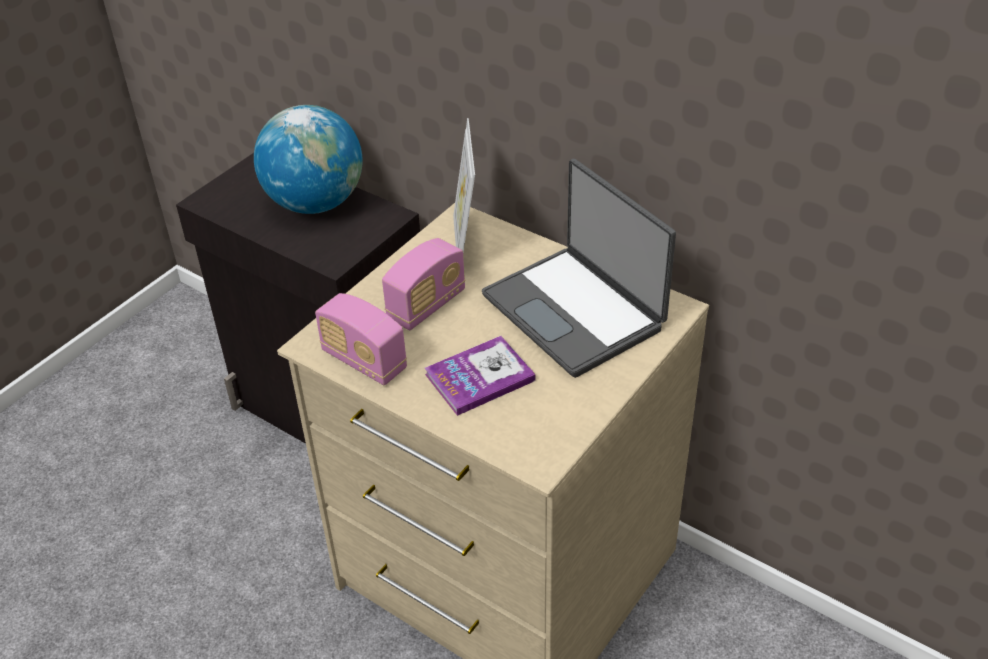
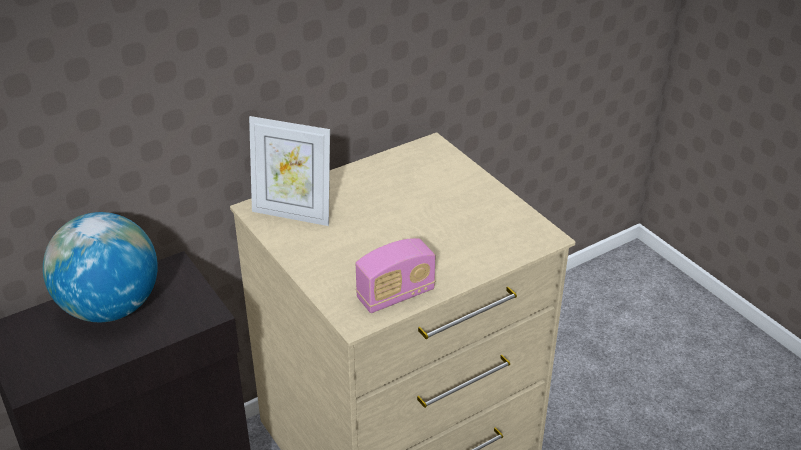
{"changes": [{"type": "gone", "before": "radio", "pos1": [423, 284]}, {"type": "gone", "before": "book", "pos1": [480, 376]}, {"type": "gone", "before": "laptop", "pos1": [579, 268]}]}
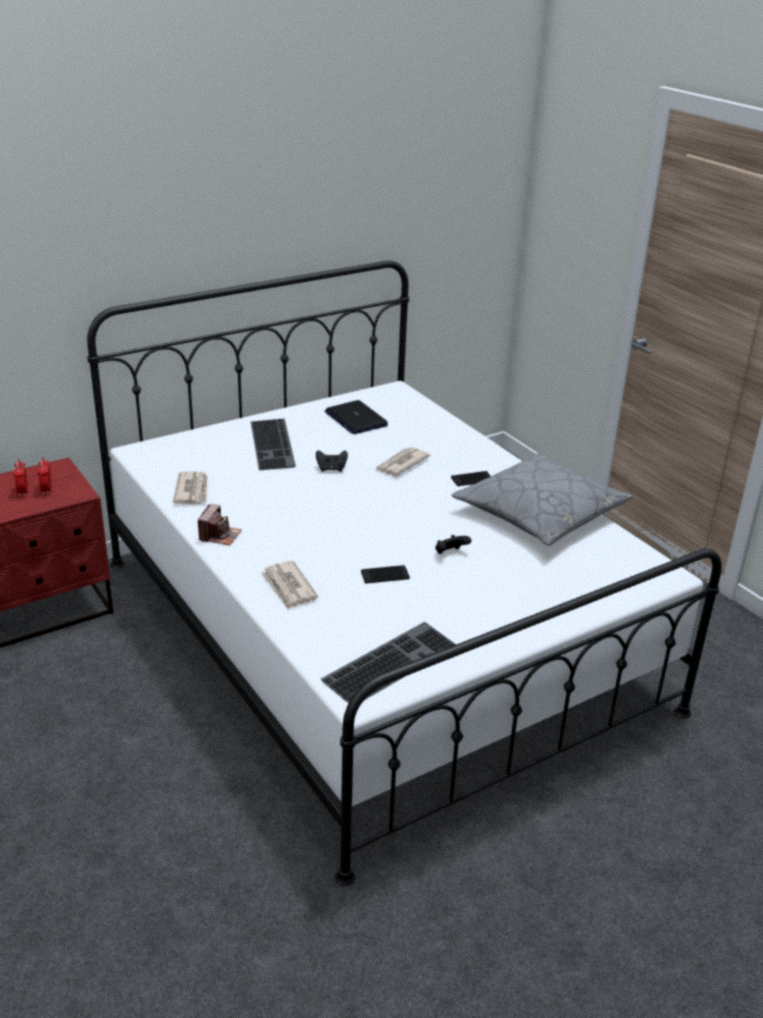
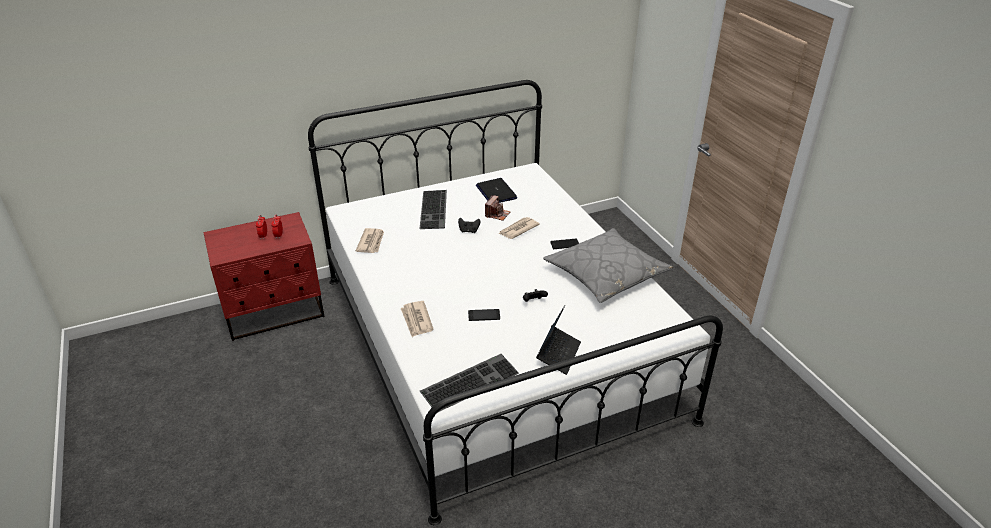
{"changes": [{"type": "new", "after": "laptop", "pos2": [558, 340]}, {"type": "shifted", "before": "photo camera", "pos1": [220, 524], "pos2": [497, 208]}]}
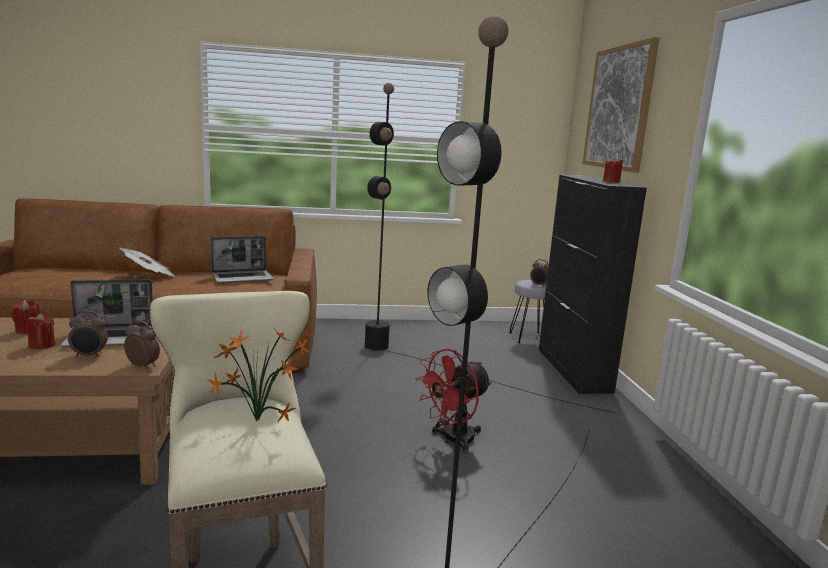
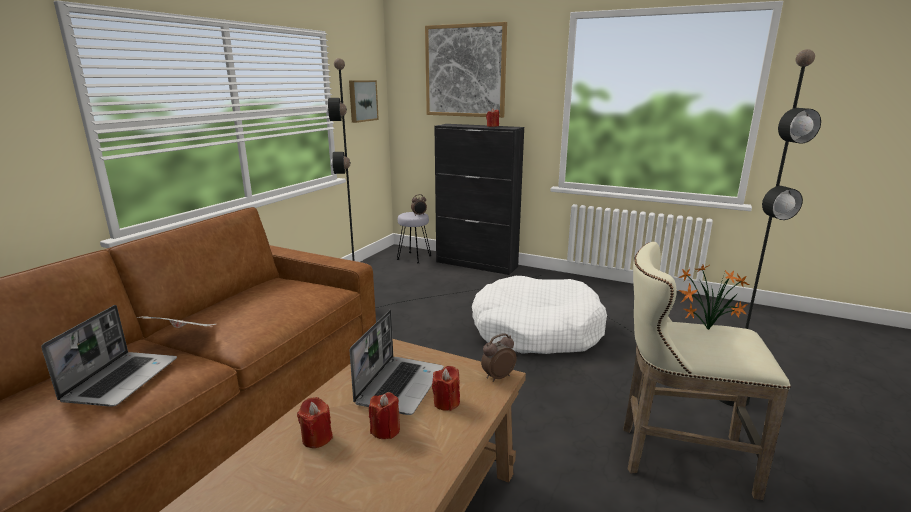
{"changes": [{"type": "new", "after": "picture", "pos2": [364, 101]}, {"type": "shifted", "before": "laptop", "pos1": [242, 259], "pos2": [109, 356]}, {"type": "swapped", "before": "alarm clock", "after": "candle (red)", "pos1": [88, 334], "pos2": [446, 388]}, {"type": "swapped", "before": "fan (red)", "after": "dog bed (white)", "pos1": [453, 401], "pos2": [539, 315]}]}
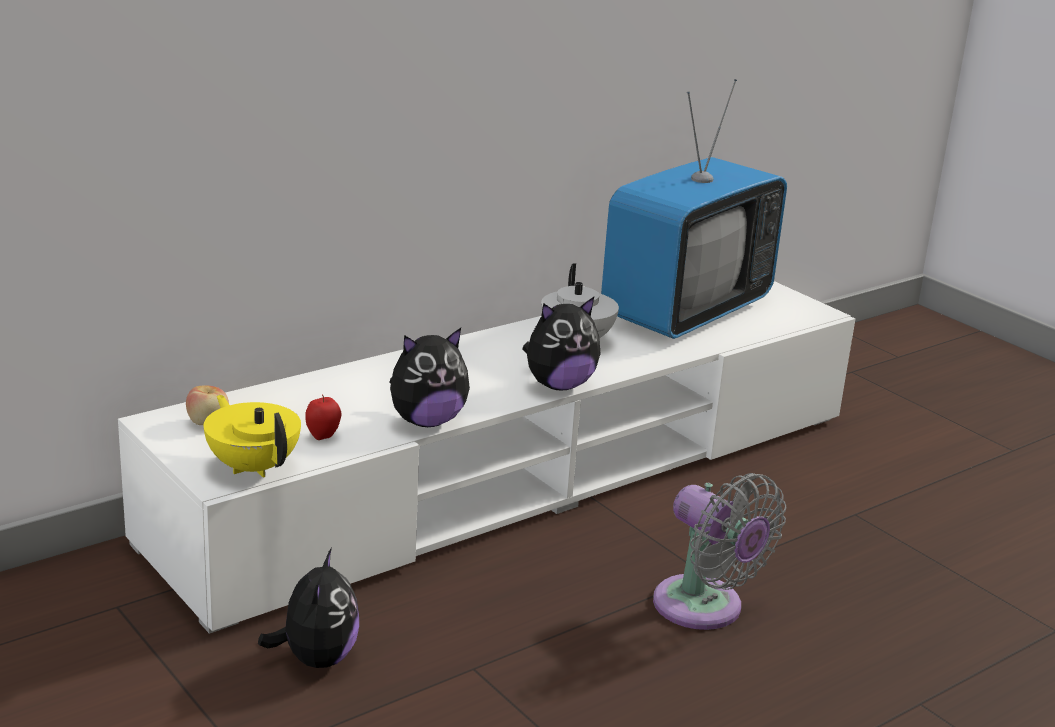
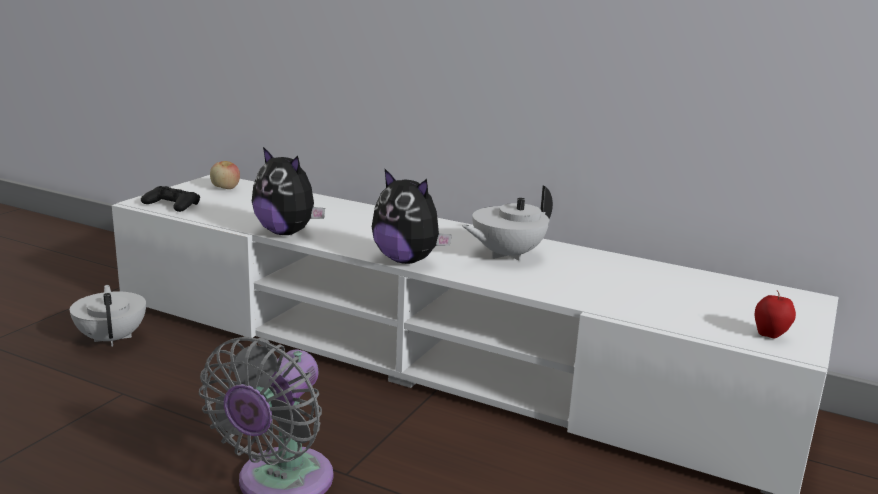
{"changes": [{"type": "gone", "before": "television", "pos1": [694, 209]}, {"type": "shifted", "before": "apple", "pos1": [323, 417], "pos2": [775, 314]}, {"type": "swapped", "before": "teapot (yellow)", "after": "game controller (black)", "pos1": [252, 436], "pos2": [170, 199]}, {"type": "swapped", "before": "plush toy", "after": "teapot (white)", "pos1": [308, 608], "pos2": [108, 316]}]}
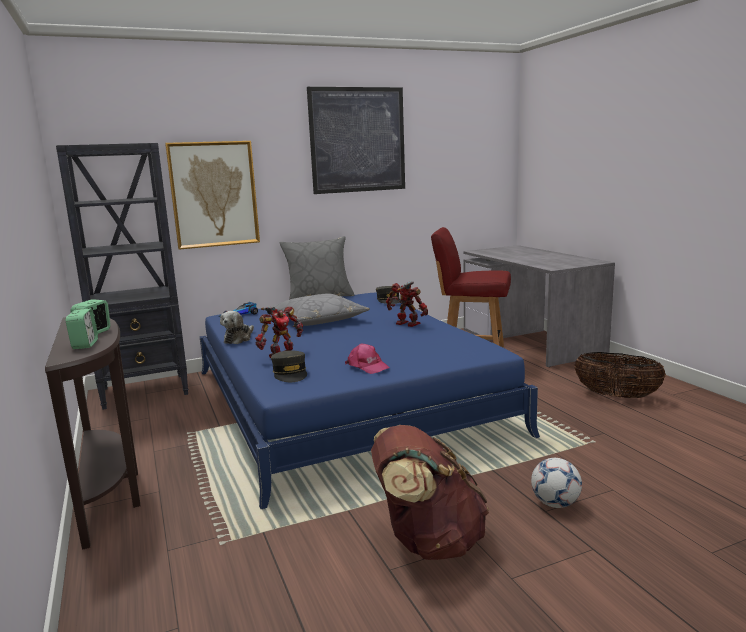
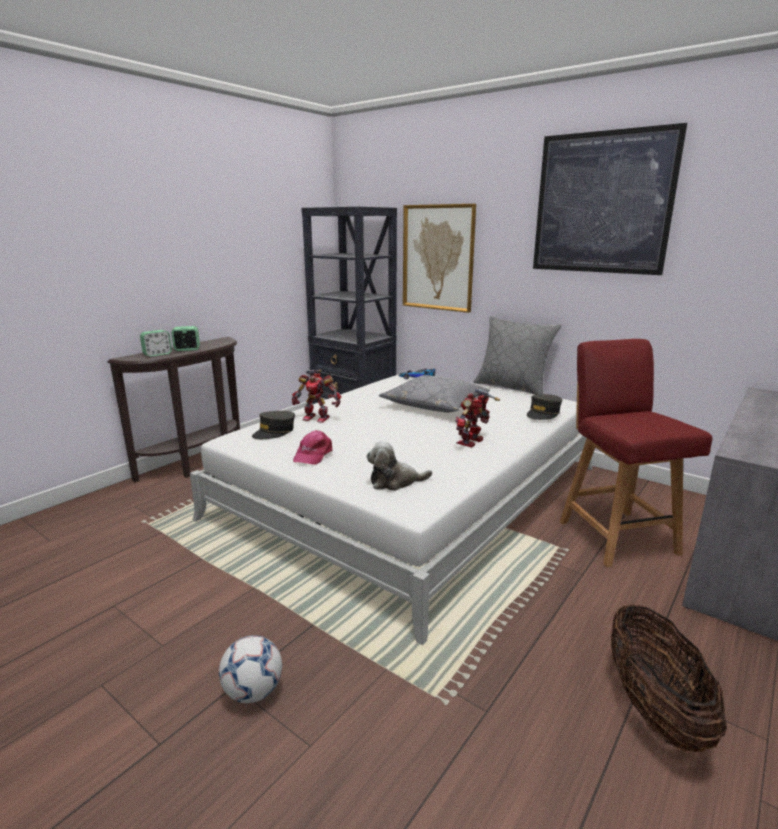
{"changes": [{"type": "gone", "before": "backpack (brown)", "pos1": [430, 492]}, {"type": "shifted", "before": "plush toy", "pos1": [237, 327], "pos2": [399, 466]}, {"type": "repainted", "before": "bed (blue)", "after": "bed (white)", "pos1": [370, 401], "pos2": [391, 508]}, {"type": "rotated", "before": "toy robot", "pos1": [407, 304], "pos2": [477, 418], "turn": -150}]}
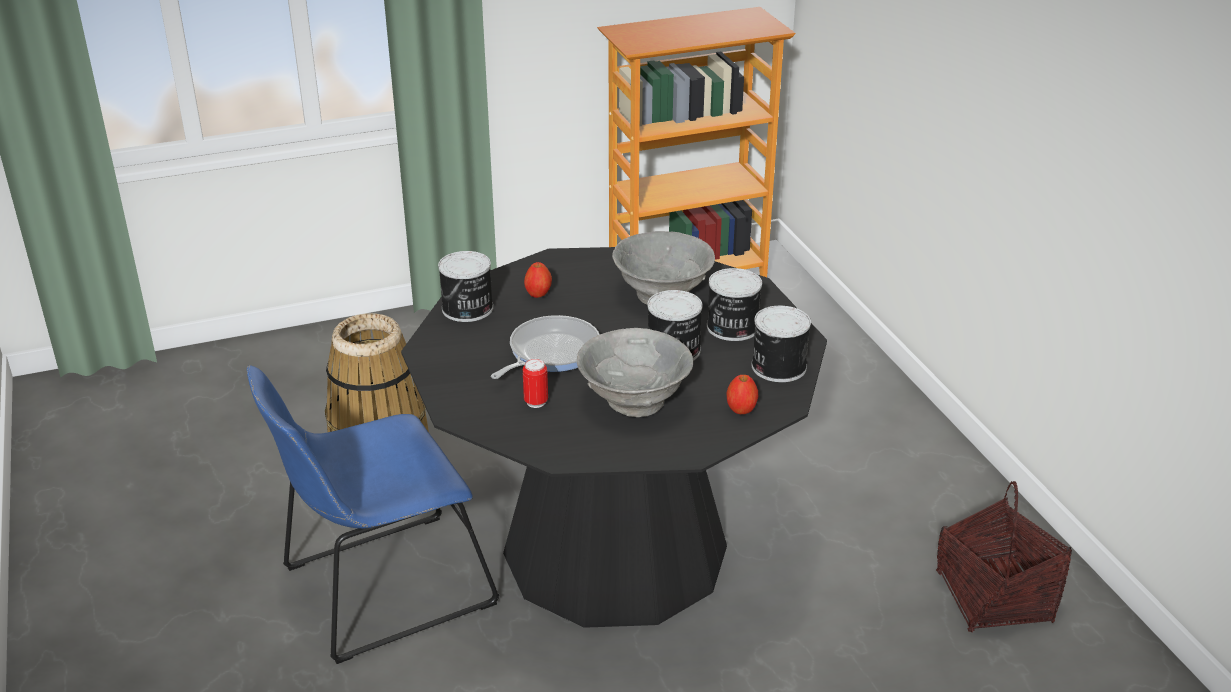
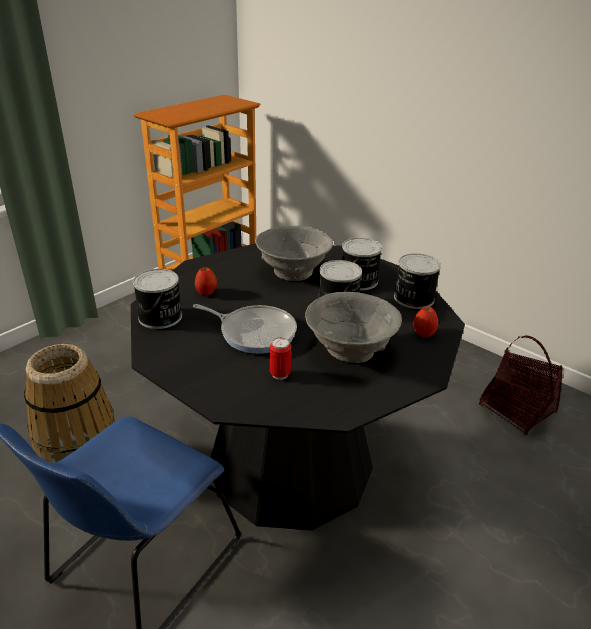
{"changes": [{"type": "rotated", "before": "frying pan", "pos1": [545, 347], "pos2": [245, 329], "turn": 105}]}
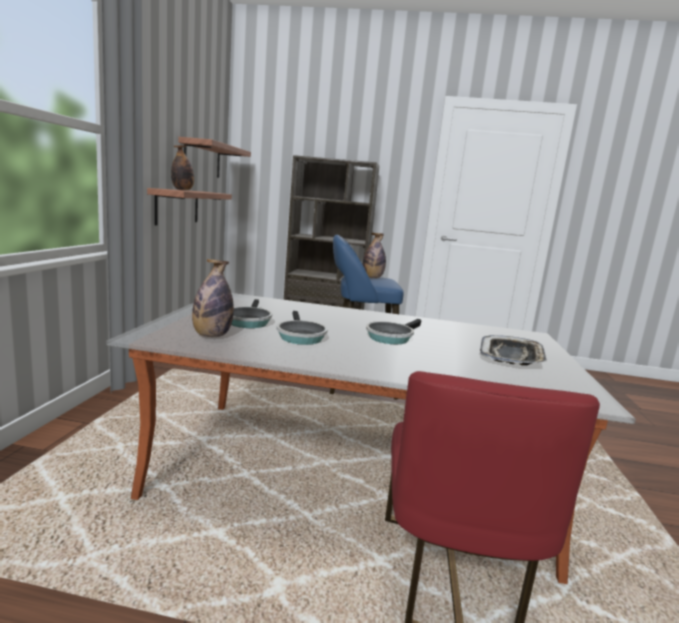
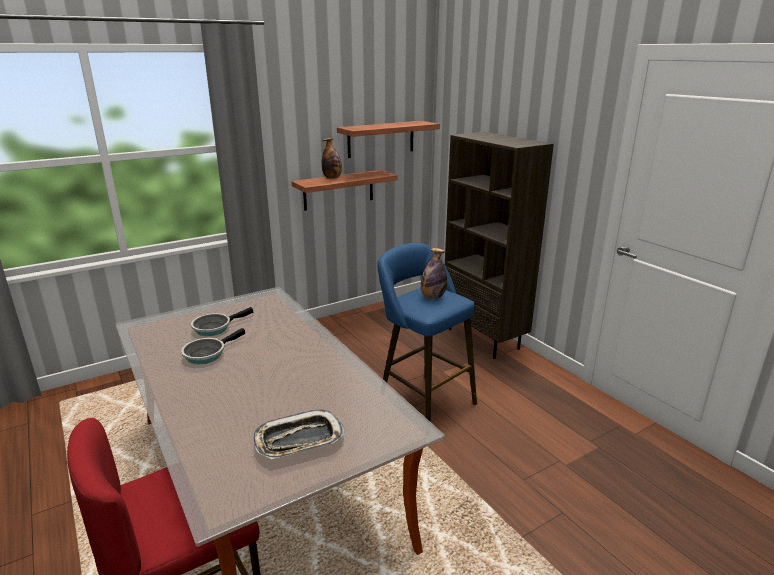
{"changes": [{"type": "gone", "before": "bottle", "pos1": [213, 298]}, {"type": "gone", "before": "frying pan", "pos1": [393, 331]}]}
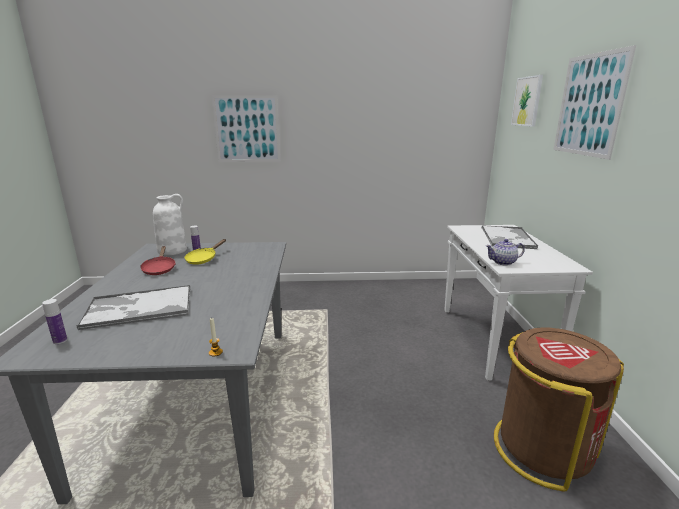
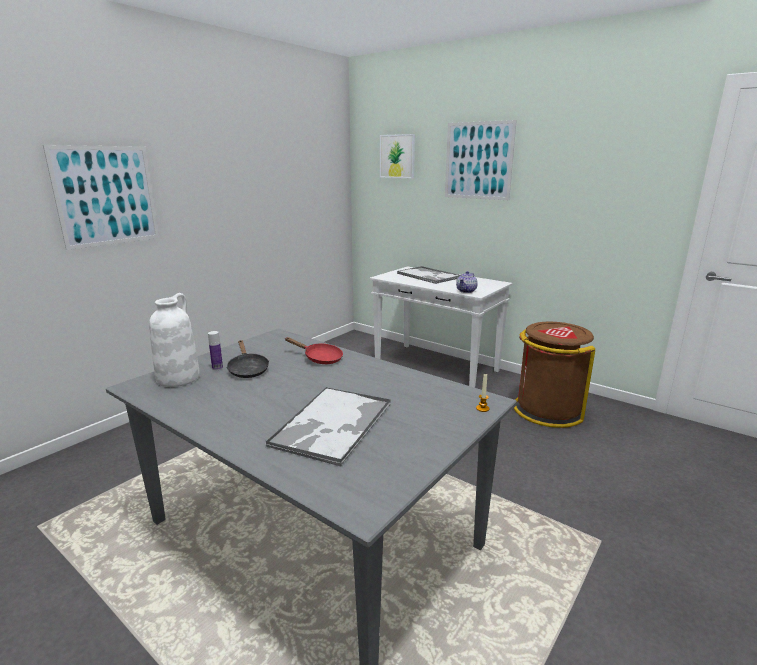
{"changes": [{"type": "gone", "before": "bottle", "pos1": [54, 321]}, {"type": "shifted", "before": "frying pan (red)", "pos1": [158, 260], "pos2": [314, 350]}, {"type": "repainted", "before": "frying pan (yellow)", "after": "frying pan (black)", "pos1": [205, 252], "pos2": [247, 359]}]}
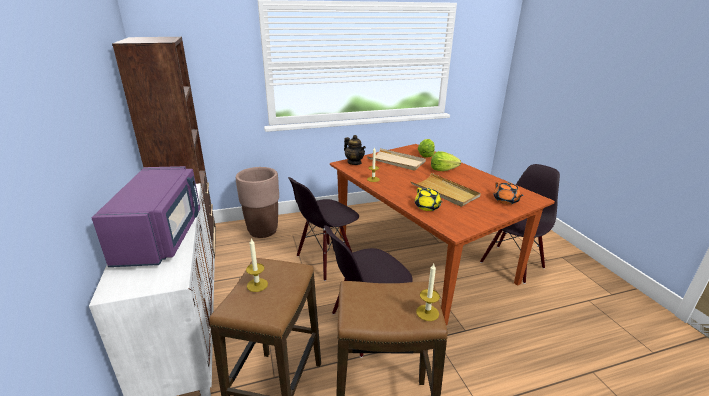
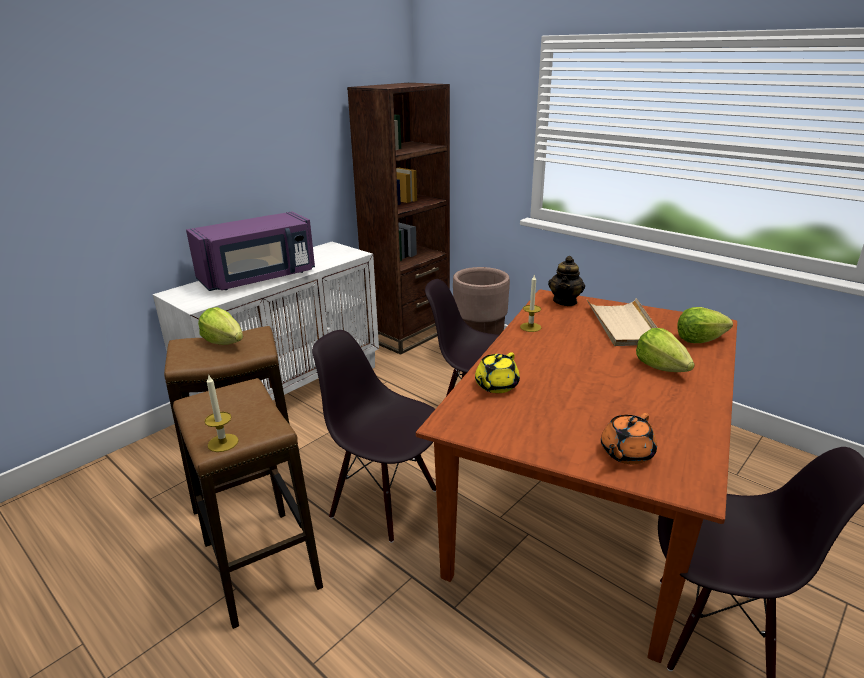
{"changes": [{"type": "gone", "before": "tray (beige)", "pos1": [445, 190]}, {"type": "swapped", "before": "candle", "after": "lettuce", "pos1": [257, 265], "pos2": [220, 326]}]}
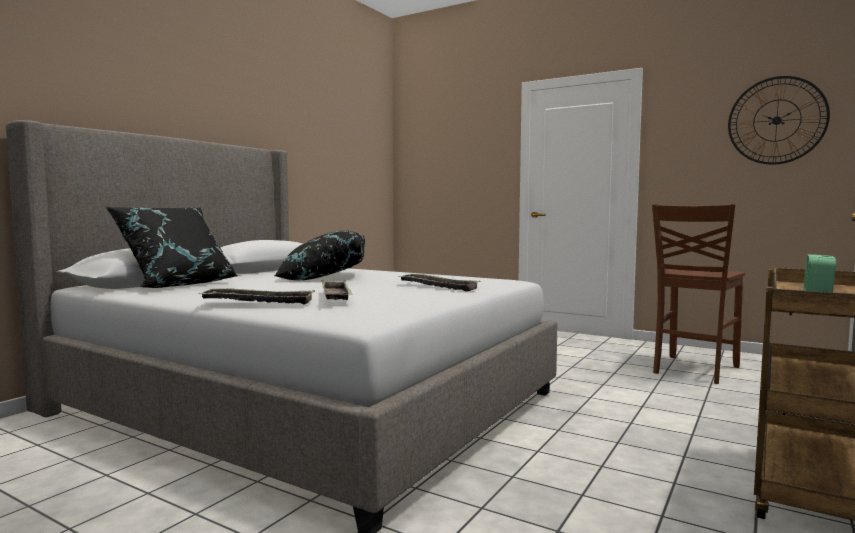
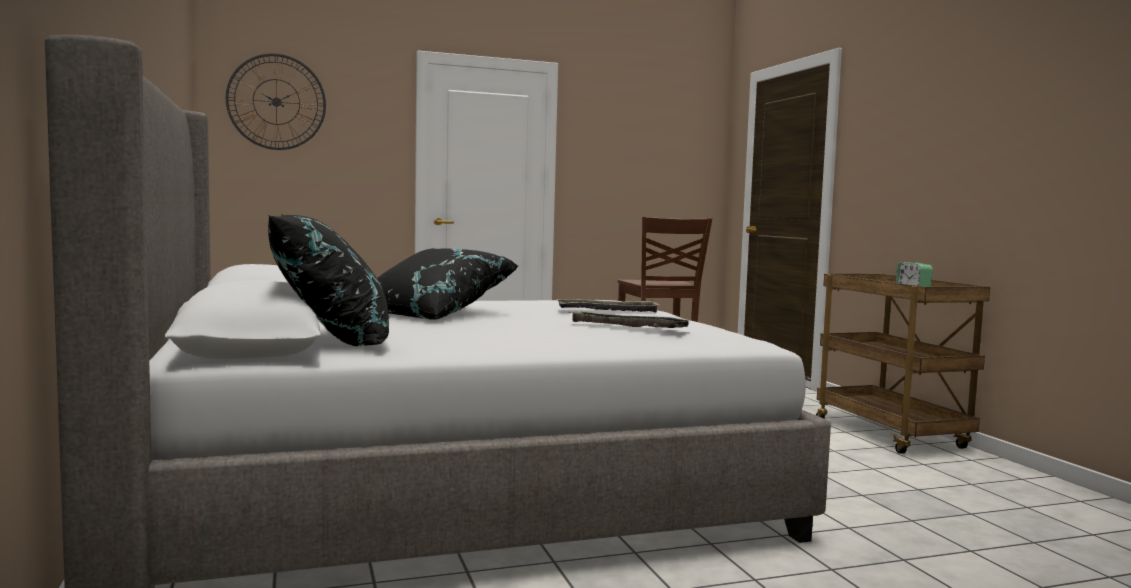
{"changes": [{"type": "gone", "before": "tray", "pos1": [257, 296]}, {"type": "shifted", "before": "wall clock", "pos1": [779, 120], "pos2": [276, 101]}]}
